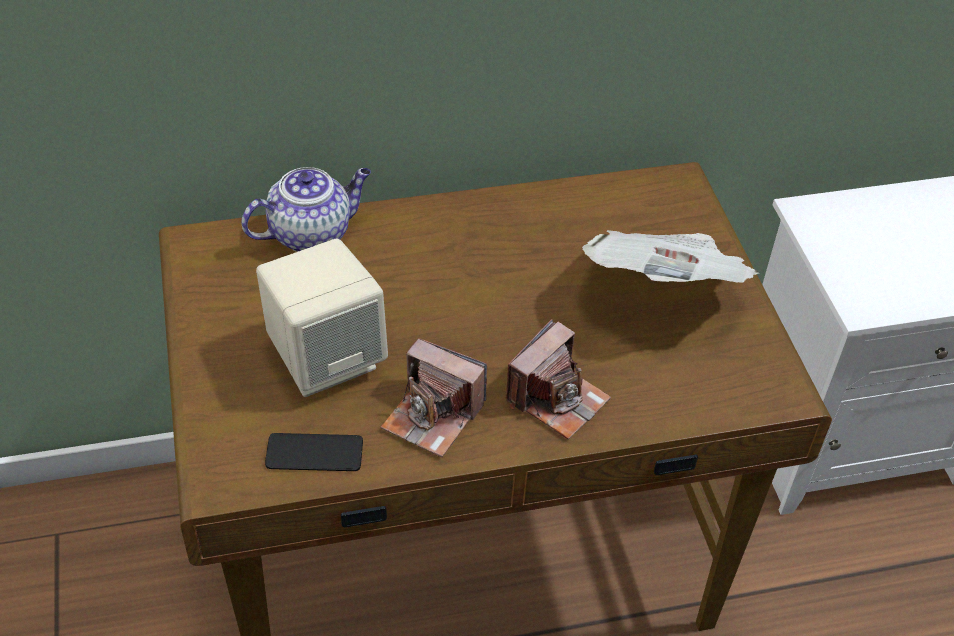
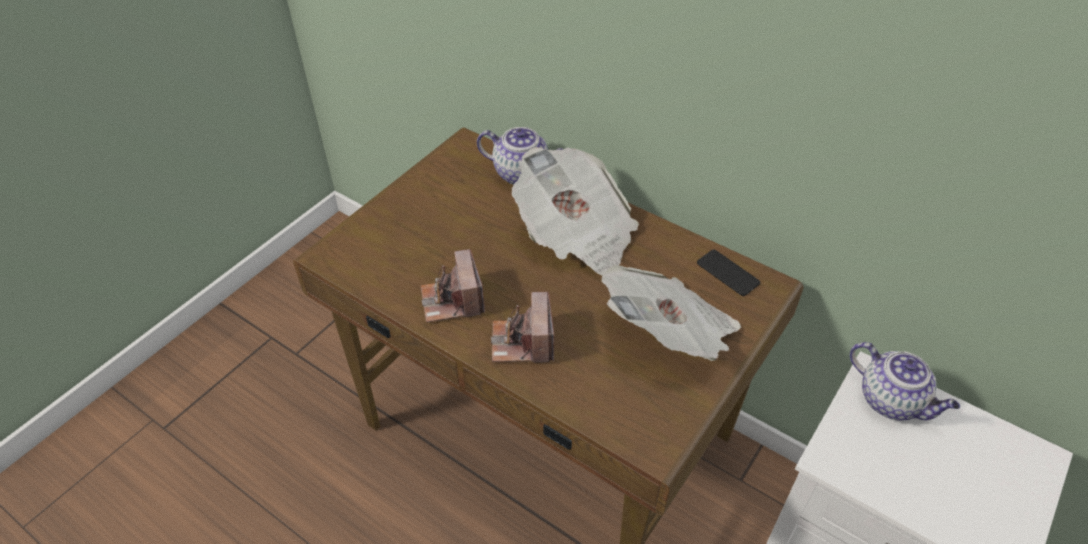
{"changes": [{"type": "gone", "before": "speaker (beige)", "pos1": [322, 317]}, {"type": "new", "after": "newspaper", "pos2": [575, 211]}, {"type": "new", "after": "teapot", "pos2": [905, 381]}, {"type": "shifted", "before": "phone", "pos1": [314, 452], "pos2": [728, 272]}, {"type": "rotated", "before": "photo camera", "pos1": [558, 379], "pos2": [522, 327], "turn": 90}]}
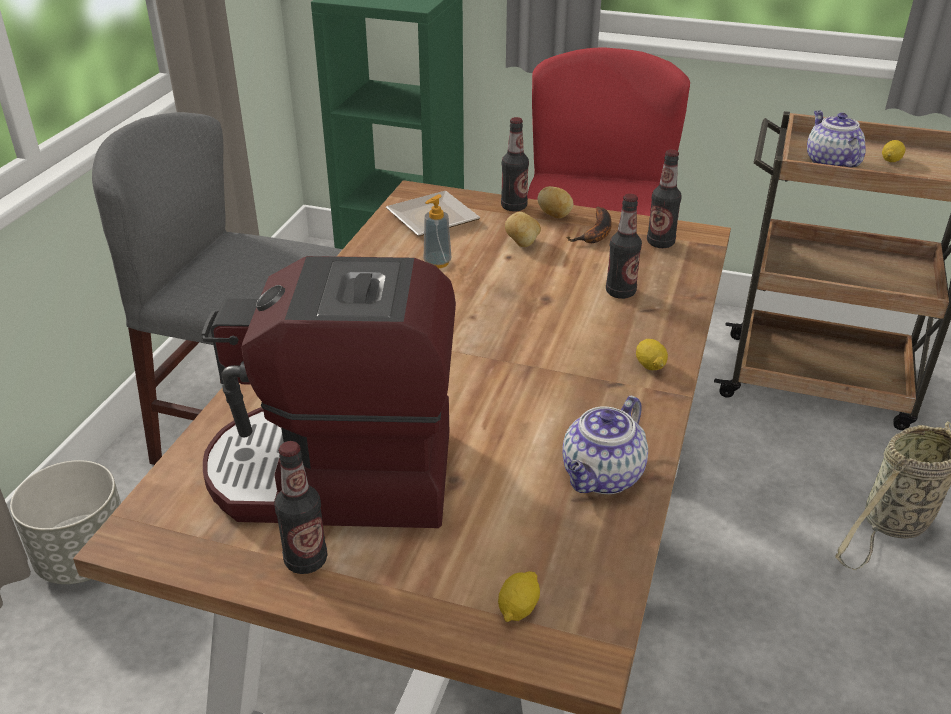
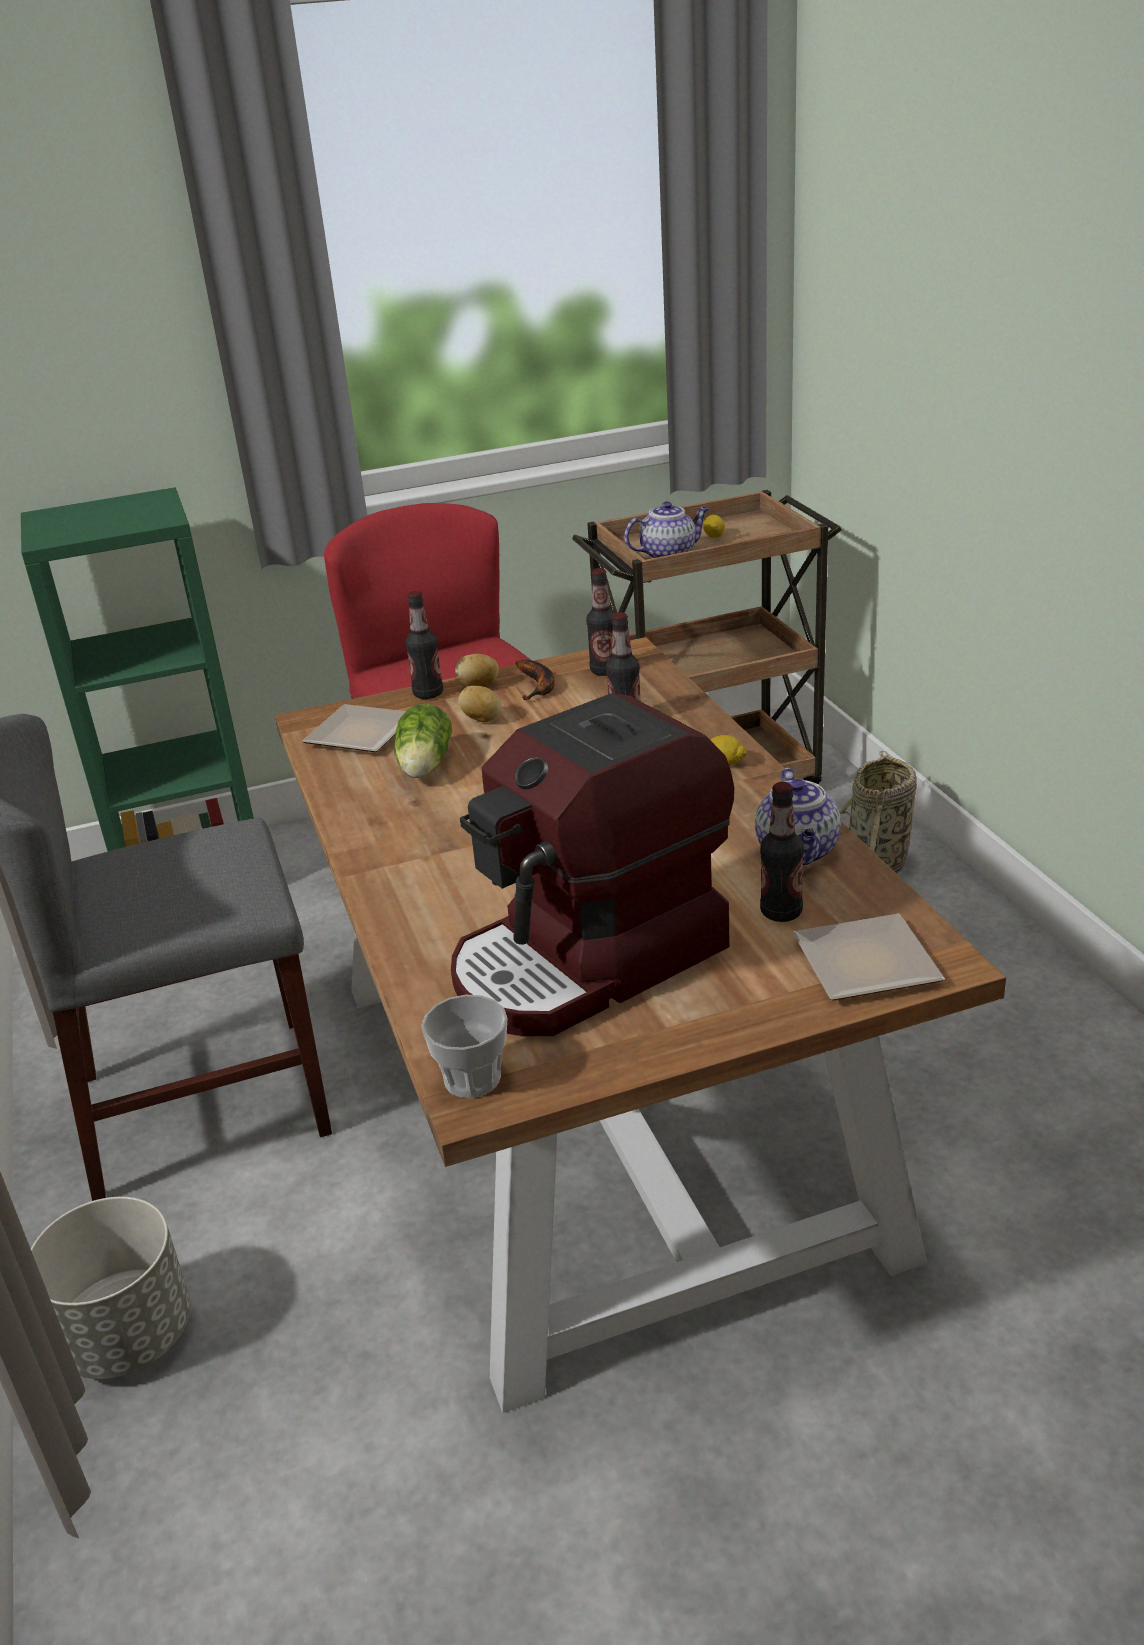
{"changes": [{"type": "new", "after": "cup", "pos2": [464, 1046]}, {"type": "shifted", "before": "bottle", "pos1": [300, 507], "pos2": [782, 852]}, {"type": "swapped", "before": "soap dispenser", "after": "lettuce", "pos1": [437, 231], "pos2": [423, 741]}, {"type": "swapped", "before": "lemon", "after": "plate", "pos1": [519, 596], "pos2": [869, 957]}, {"type": "rotated", "before": "teapot", "pos1": [836, 139], "pos2": [666, 529], "turn": 120}]}
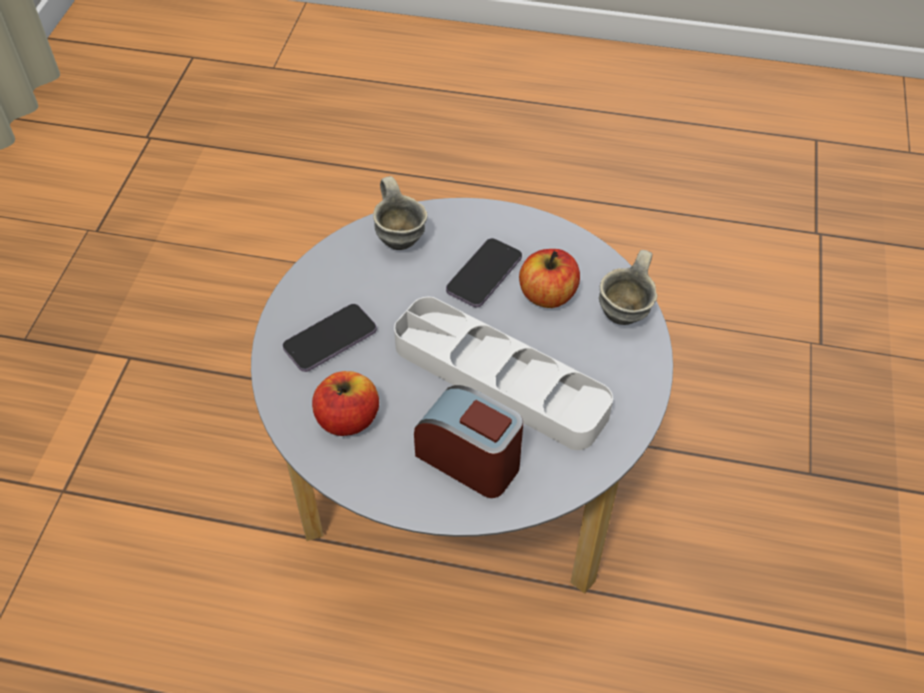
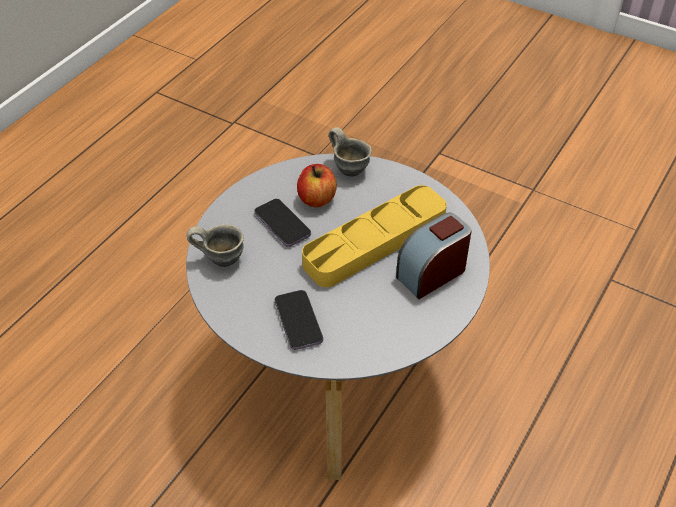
{"changes": [{"type": "gone", "before": "apple", "pos1": [345, 403]}, {"type": "repainted", "before": "tray (white)", "after": "tray (yellow)", "pos1": [503, 373], "pos2": [374, 236]}]}
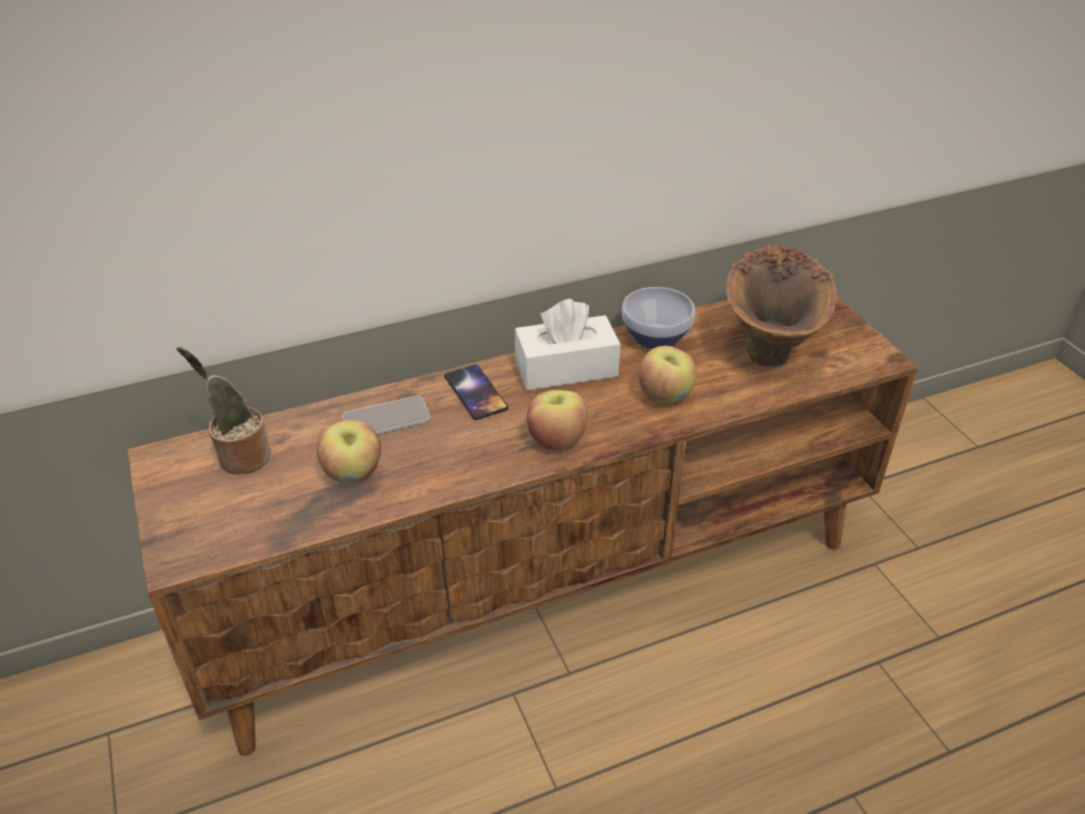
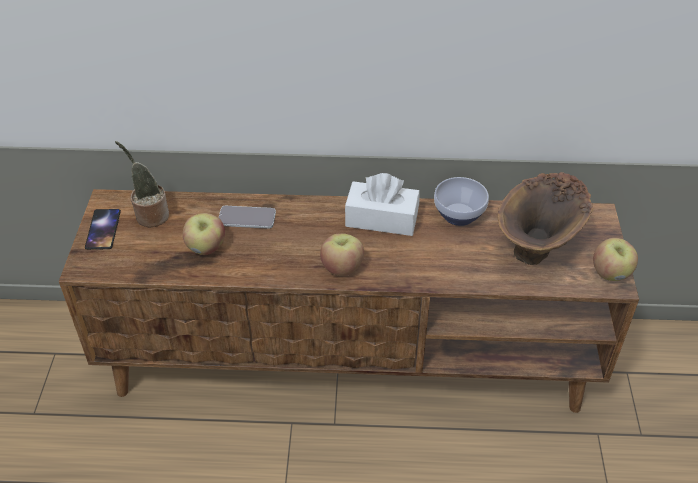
{"changes": [{"type": "shifted", "before": "phone", "pos1": [476, 392], "pos2": [103, 229]}, {"type": "shifted", "before": "apple", "pos1": [668, 375], "pos2": [615, 259]}]}
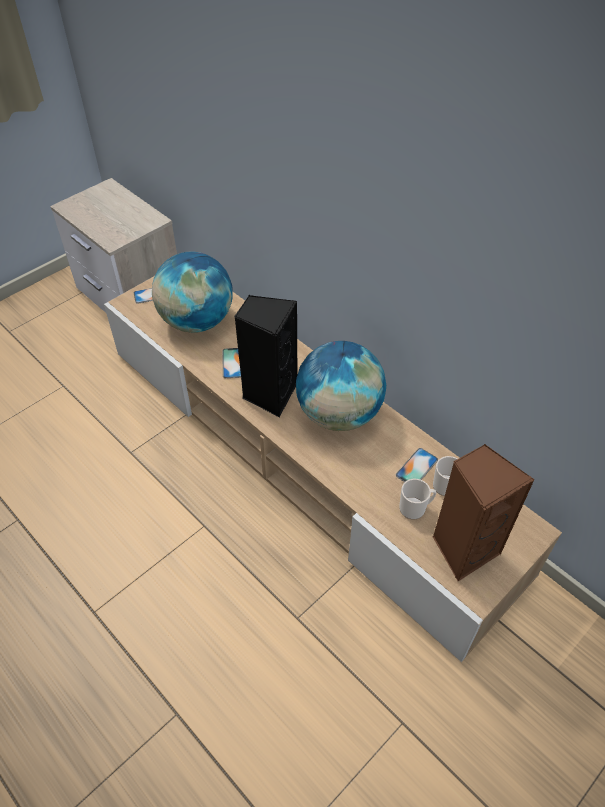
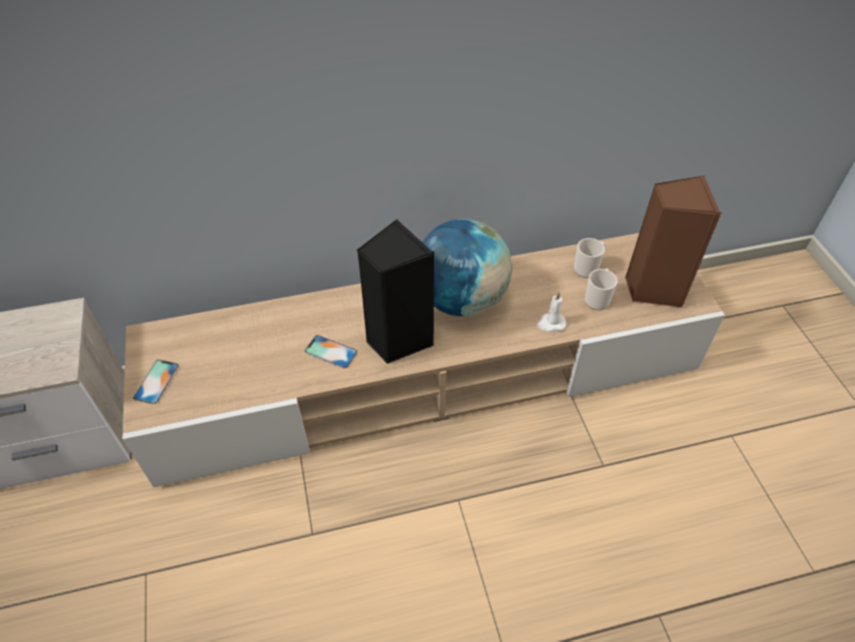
{"changes": [{"type": "gone", "before": "globe", "pos1": [192, 292]}, {"type": "gone", "before": "phone", "pos1": [417, 465]}, {"type": "new", "after": "candle (white)", "pos2": [551, 312]}]}
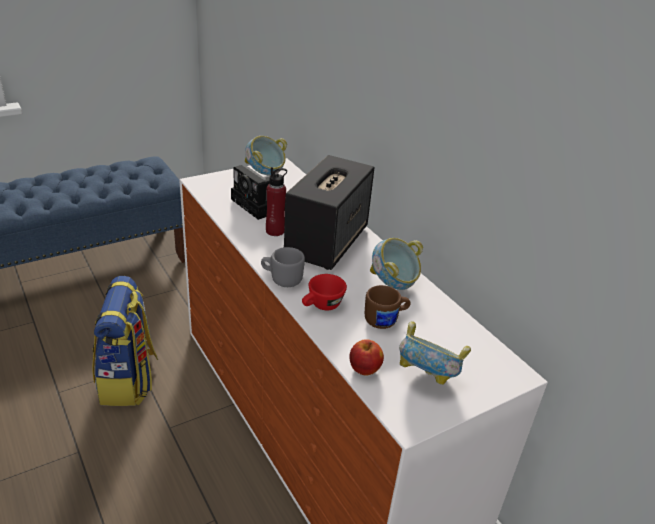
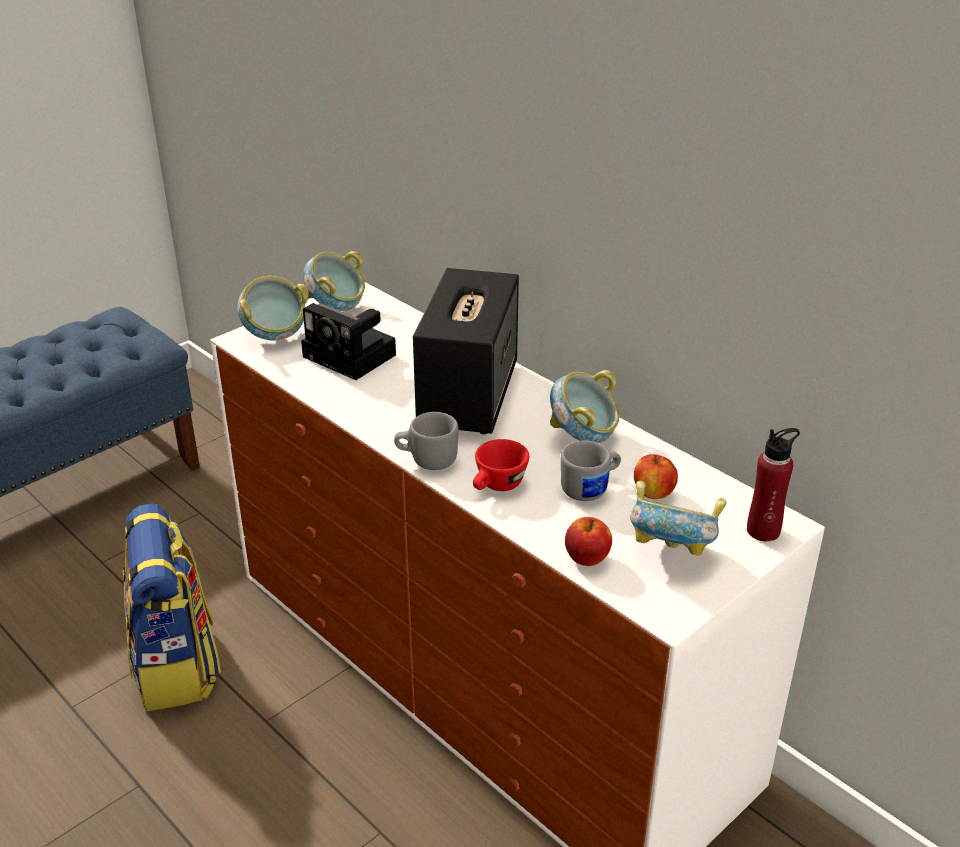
{"changes": [{"type": "new", "after": "bowl", "pos2": [273, 308]}, {"type": "new", "after": "apple", "pos2": [656, 476]}, {"type": "shifted", "before": "bottle (red)", "pos1": [276, 201], "pos2": [773, 484]}, {"type": "repainted", "before": "mug (brown)", "after": "mug (grey)", "pos1": [387, 307], "pos2": [591, 470]}]}
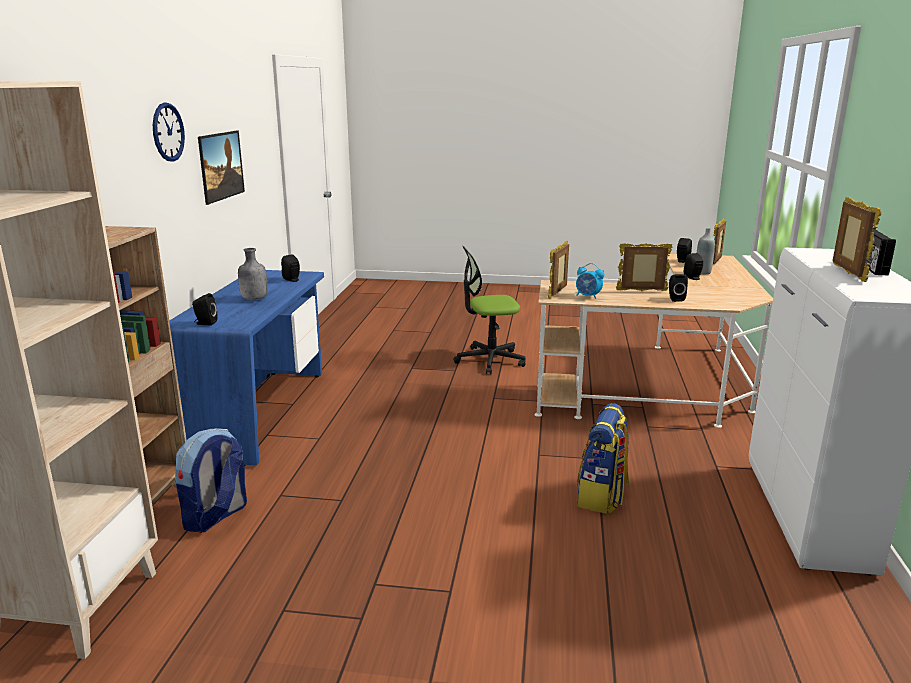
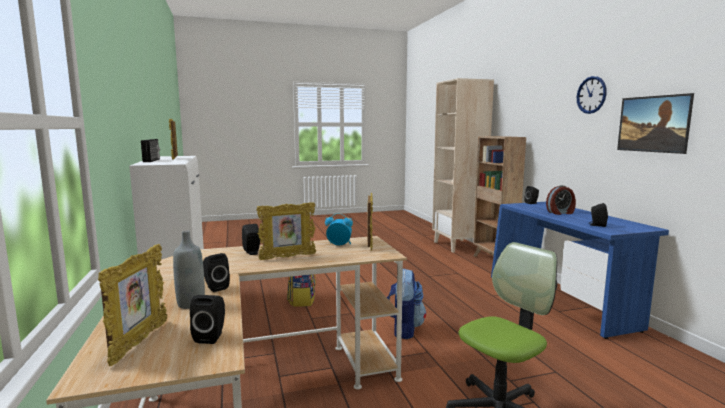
{"changes": [{"type": "shifted", "before": "backpack", "pos1": [211, 480], "pos2": [406, 303]}, {"type": "swapped", "before": "bottle (grey)", "after": "alarm clock", "pos1": [252, 274], "pos2": [561, 200]}]}
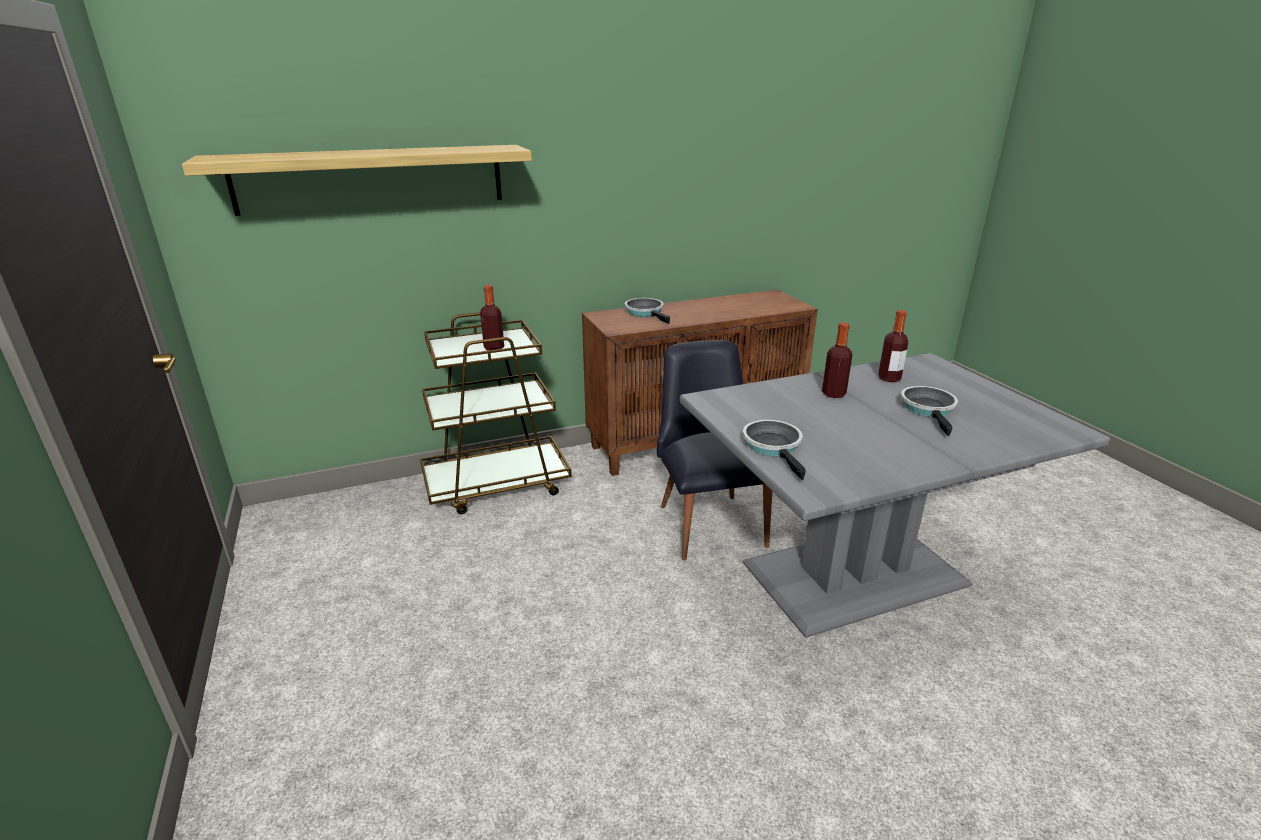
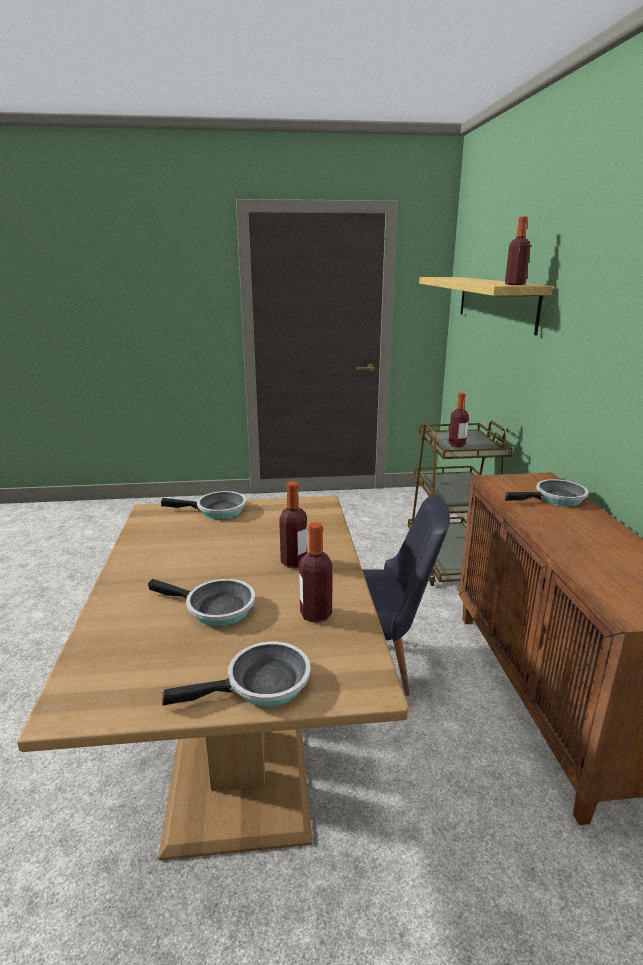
{"changes": [{"type": "new", "after": "frying pan", "pos2": [236, 674]}, {"type": "new", "after": "bottle", "pos2": [517, 250]}, {"type": "repainted", "before": "dining table (grey)", "after": "dining table (brown)", "pos1": [895, 495], "pos2": [213, 678]}]}
